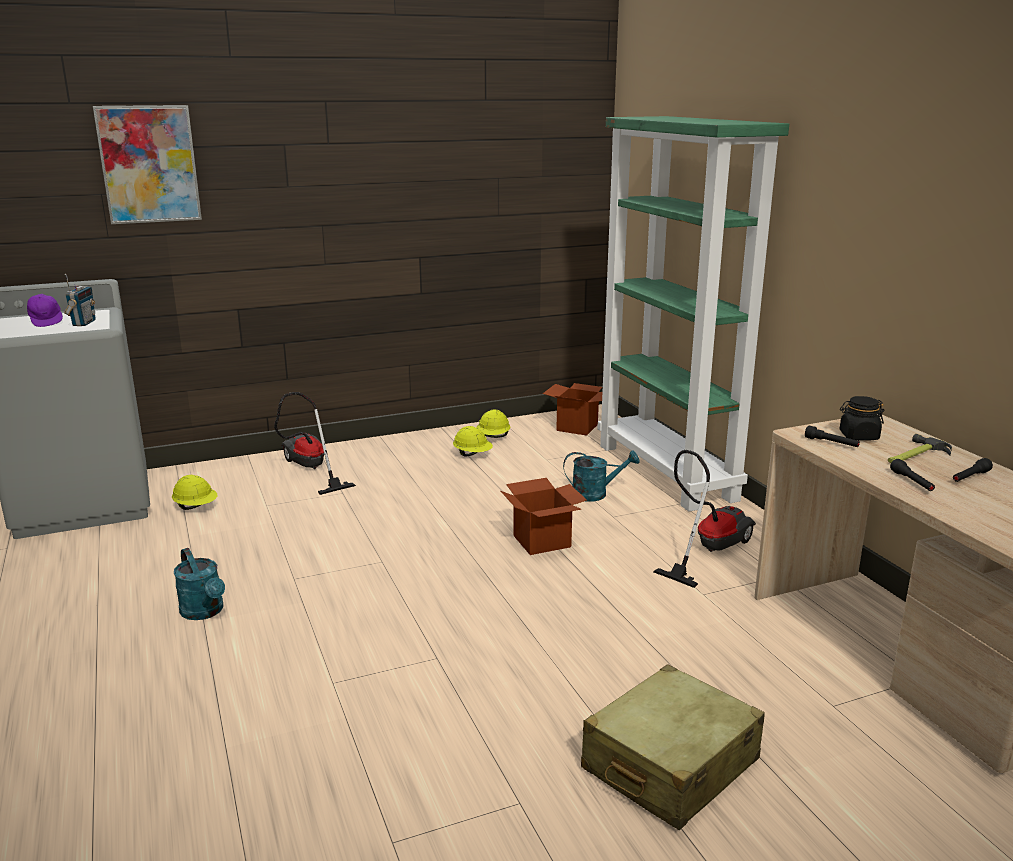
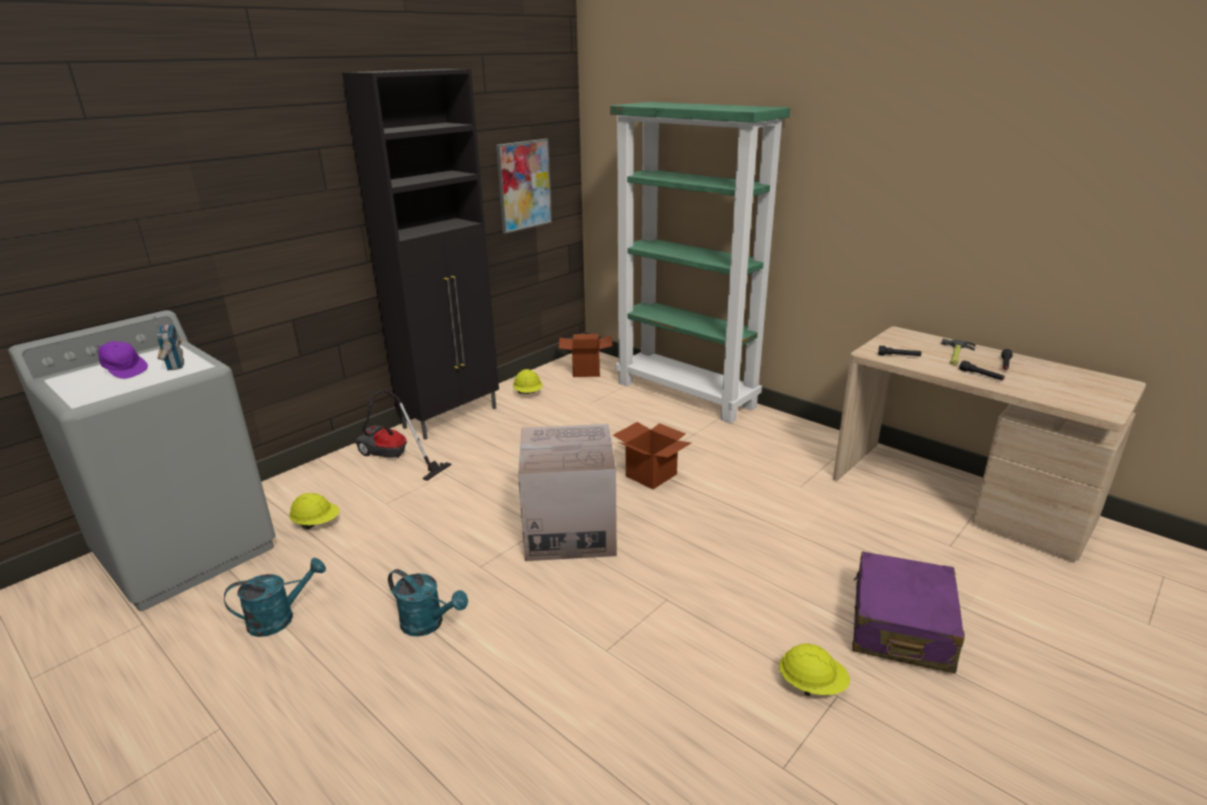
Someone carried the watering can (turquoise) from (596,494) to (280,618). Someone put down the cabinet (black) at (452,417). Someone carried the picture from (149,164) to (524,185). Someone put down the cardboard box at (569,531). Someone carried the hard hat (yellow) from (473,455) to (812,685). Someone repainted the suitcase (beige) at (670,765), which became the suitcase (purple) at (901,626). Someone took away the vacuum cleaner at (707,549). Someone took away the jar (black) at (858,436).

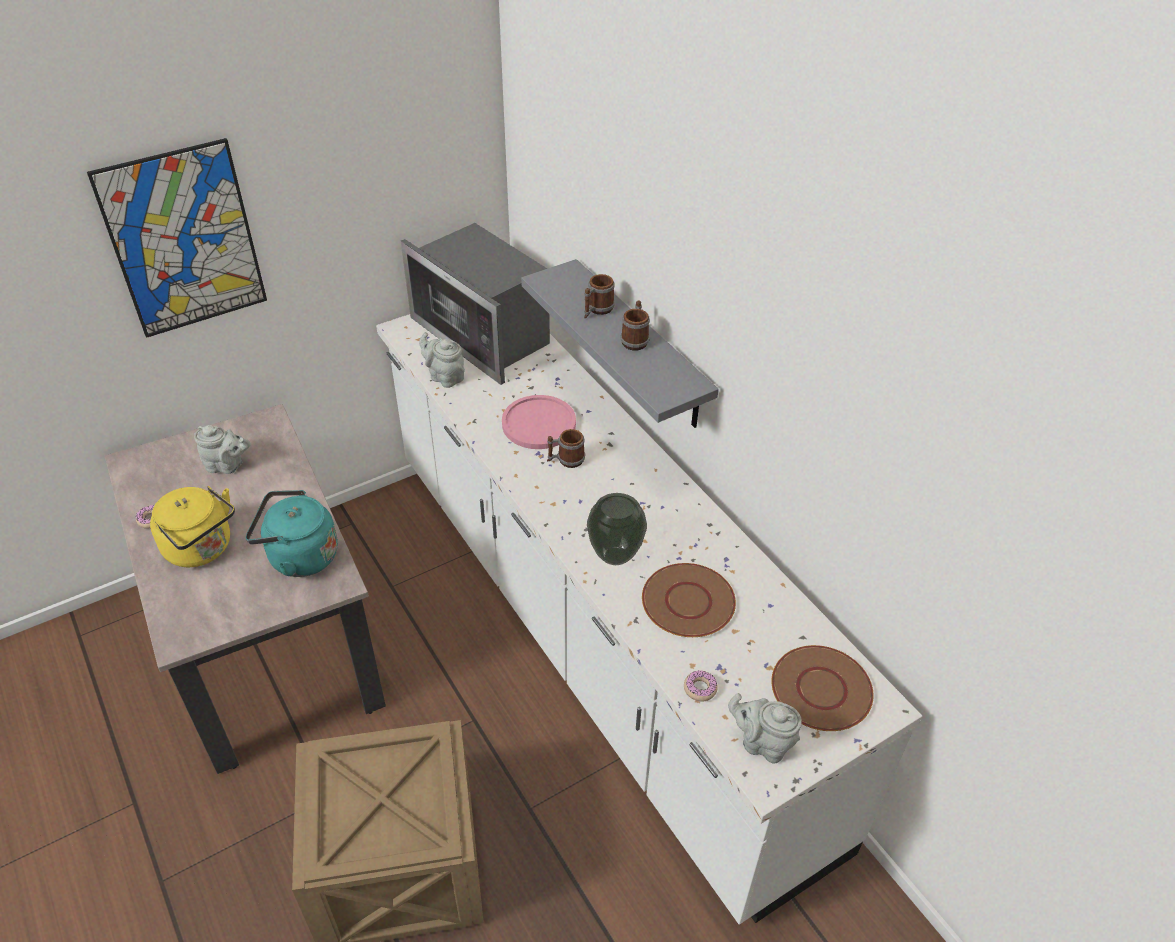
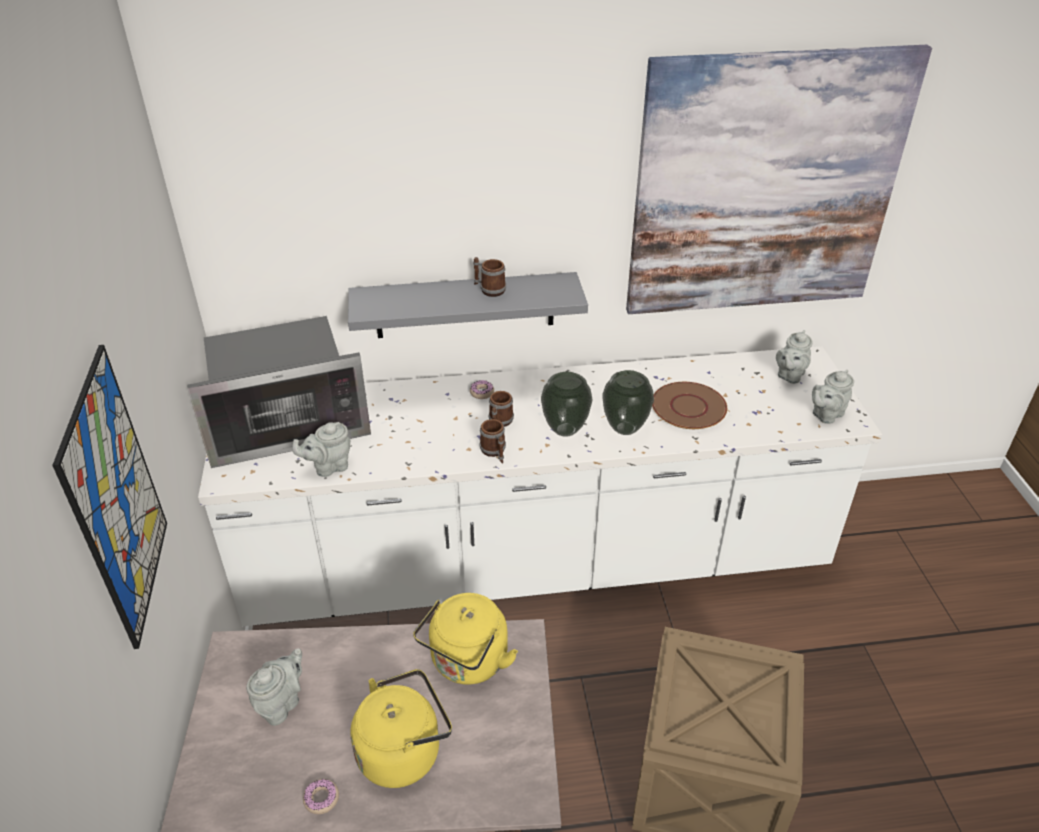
Someone repainted the kettle (turquoise) at (299,556), which became the kettle (yellow) at (467,663). Someone carried the donut from (700,688) to (482,393). Someone carried the mug from (597,310) to (495,452). Someone put down the vase at (565,430). Someone put up the picture at (764,187). Someone swapped the plate (brown) at (822,689) for the teapot (grey) at (789,375). Someone took away the plate (pink) at (539,423).

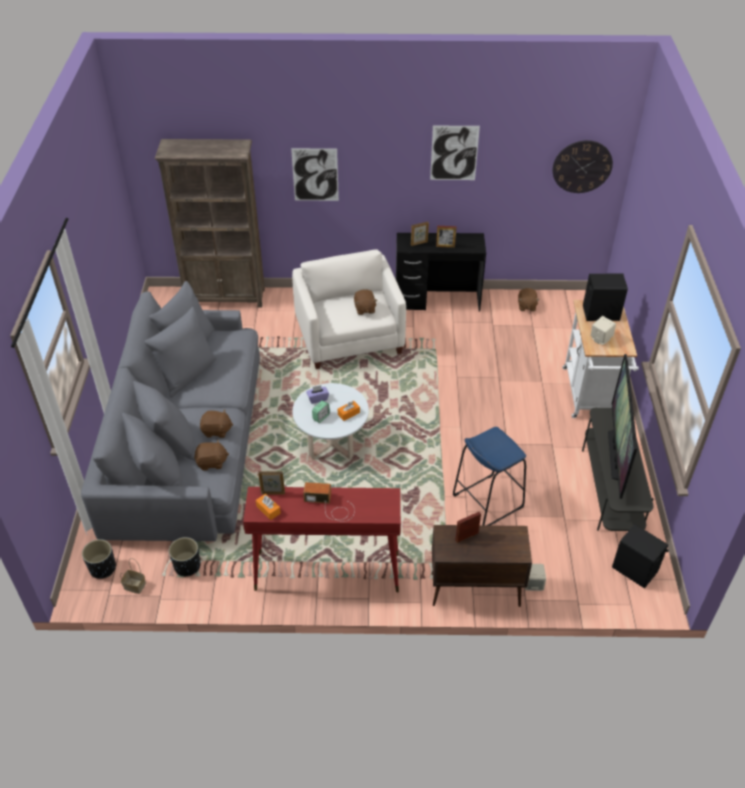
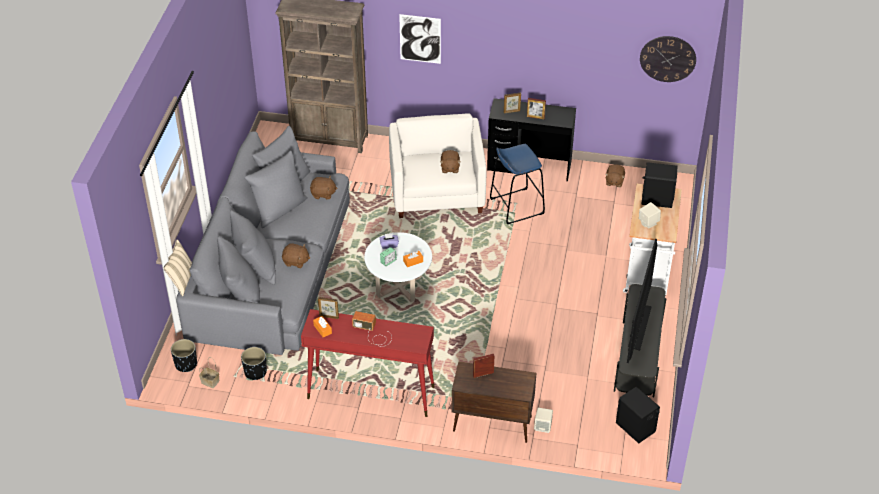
Someone put down the pillow (beige) at (181,281). Someone carried the plush toy (brown) from (212,462) to (323,194). Someone carried the stool (blue) from (487,501) to (516,206). Someone took away the picture at (454,153).

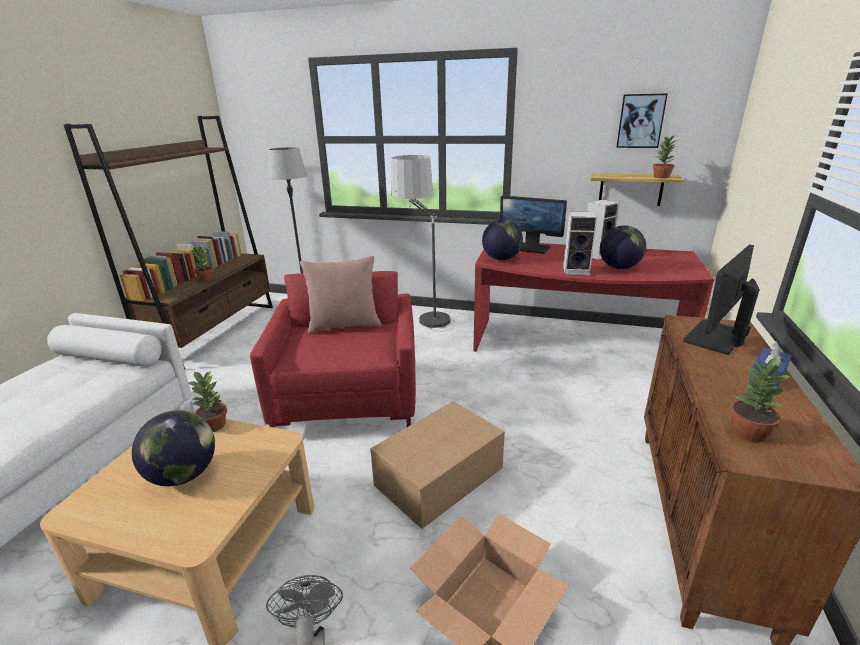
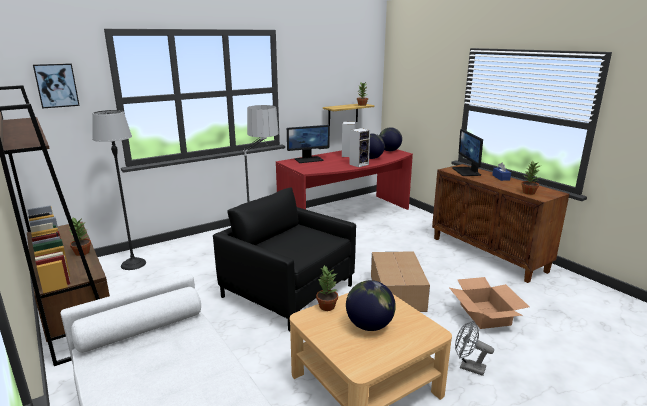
Someone carried the picture from (640,121) to (56,85). Someone repainted the armchair (red) at (348,399), which became the armchair (black) at (288,291). Someone carried the globe from (501,259) to (389,150). Someone took away the pillow (pink) at (344,325).

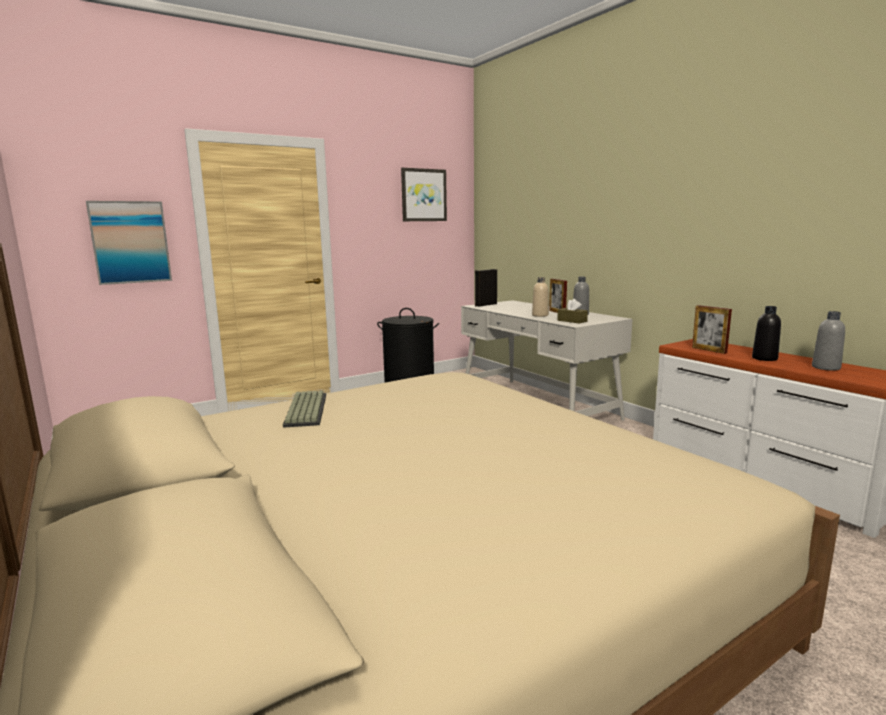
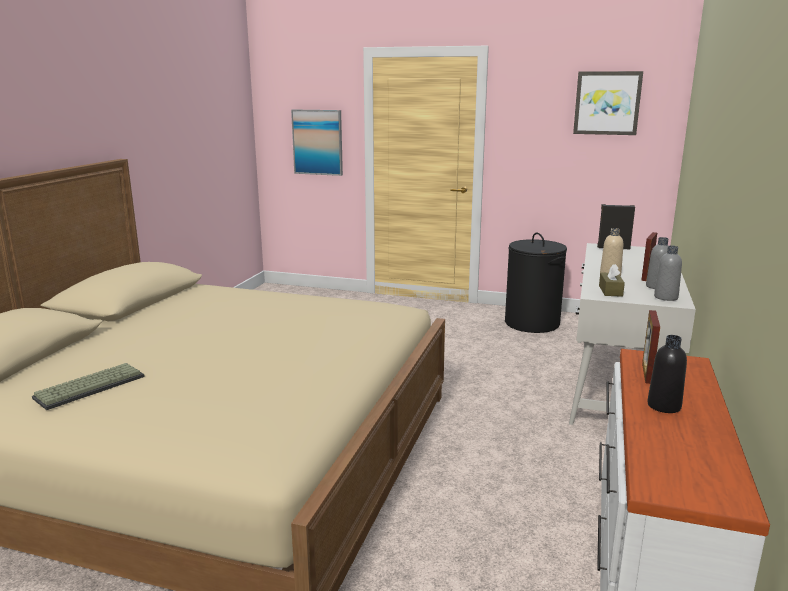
Someone carried the keyboard from (304,410) to (90,386). Someone carried the bottle (grey) from (826,367) to (666,297).

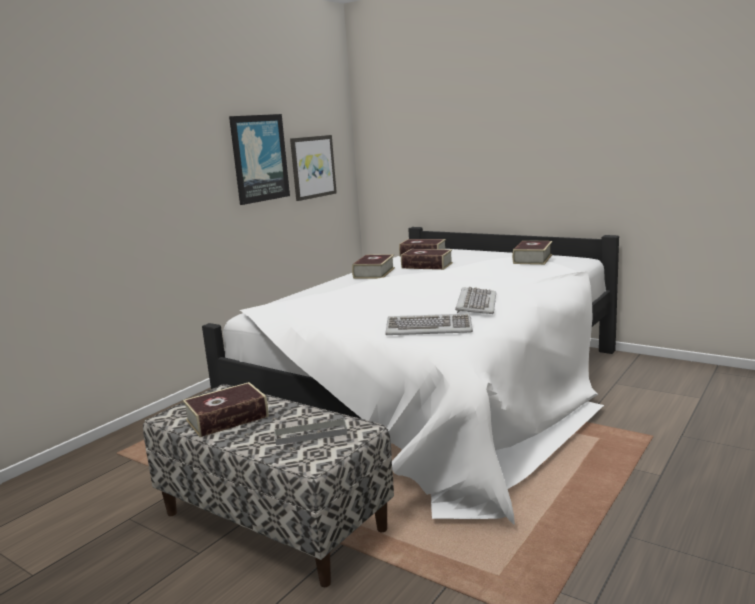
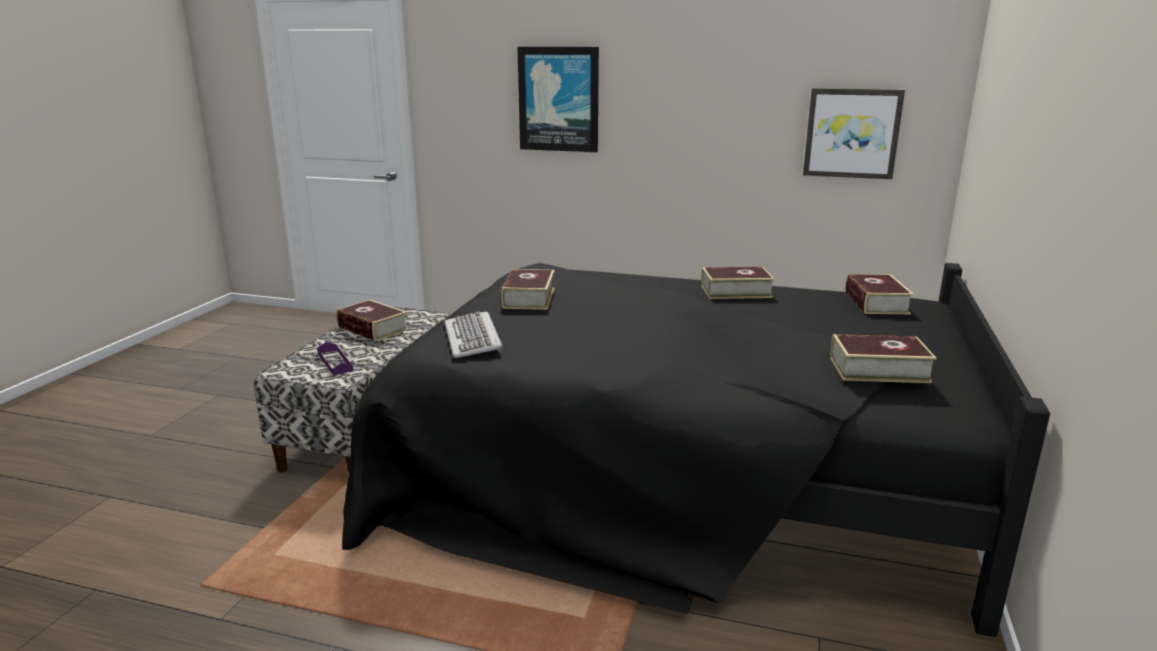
Someone repainted the tray (grey) at (310,434), which became the tray (purple) at (335,362). Someone repainted the bed (white) at (440,392), which became the bed (black) at (678,471). Someone carried the book from (427,265) to (529,298). Someone carried the picture from (259,158) to (558,99). Someone took away the keyboard at (475,304).

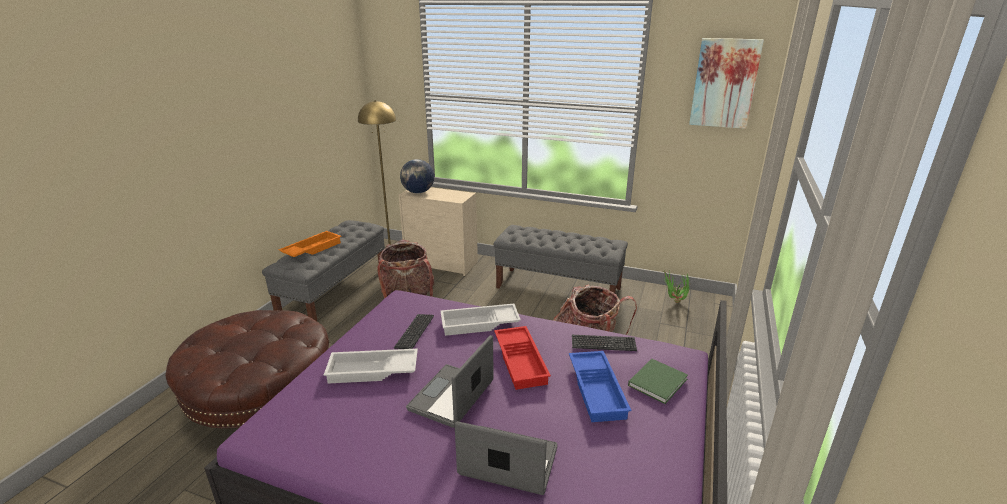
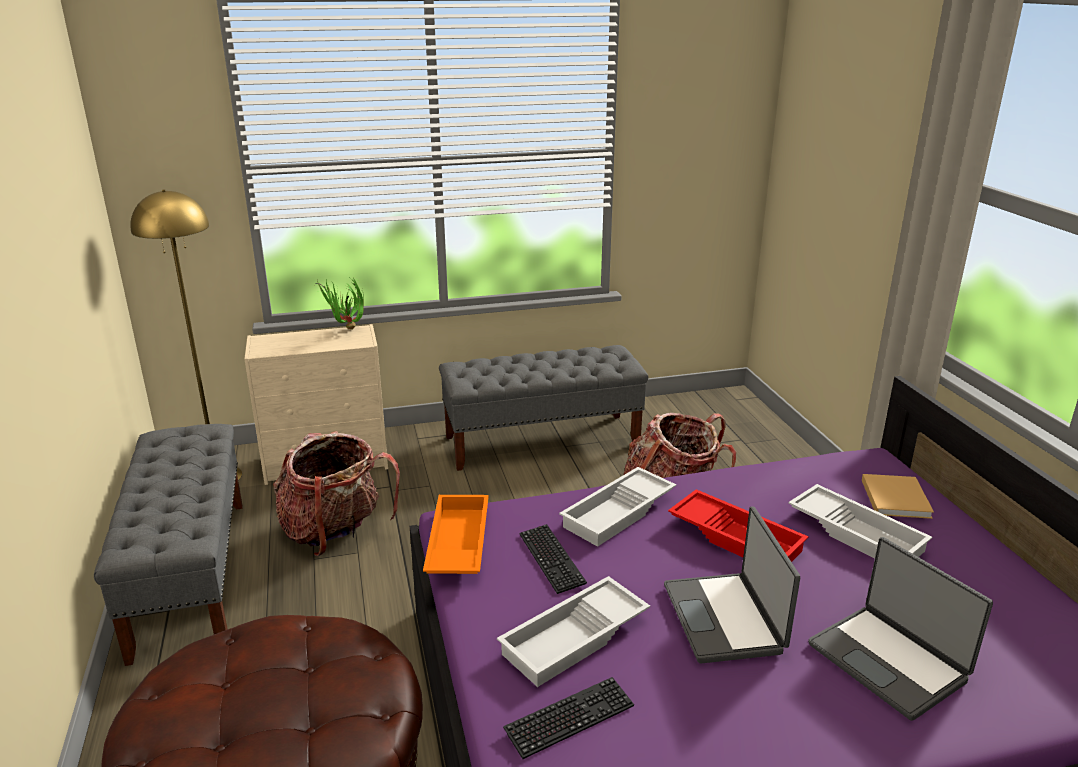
Someone carried the potted plant from (673,303) to (346,331). Someone carried the tray (orange) from (311,249) to (456,543). Someone carried the keyboard from (603,344) to (569,719). Someone repainted the tray (blue) at (598,390), which became the tray (white) at (857,533). Someone rotated the laptop at (508,463) by 105 degrees counterclockwise. Someone repainted the book (green) at (658,381), which became the book (beige) at (895,497). Someone took away the globe at (418,192). Someone took away the picture at (724,83).

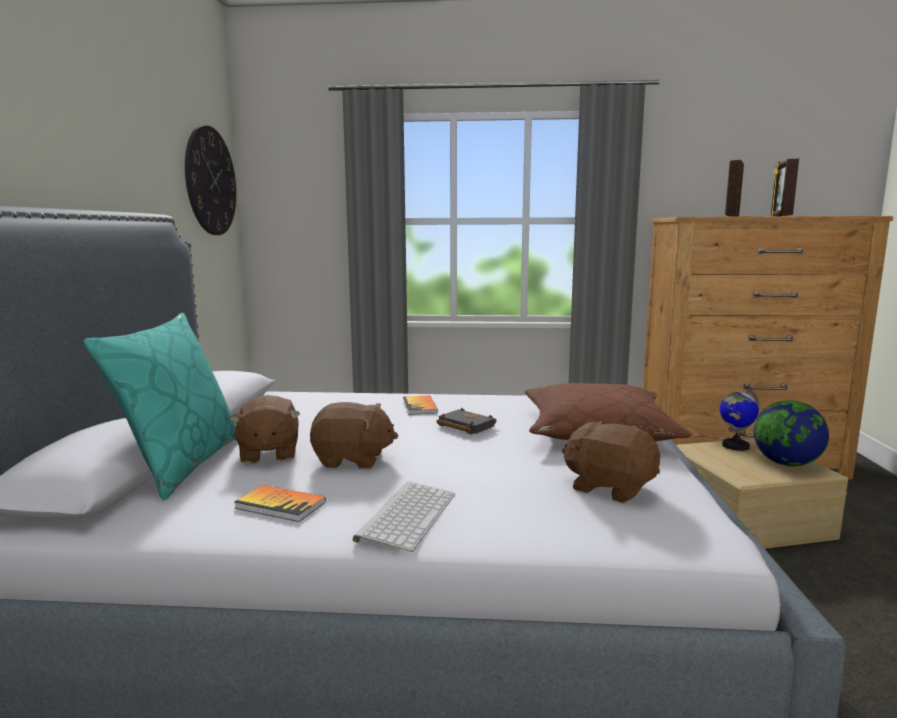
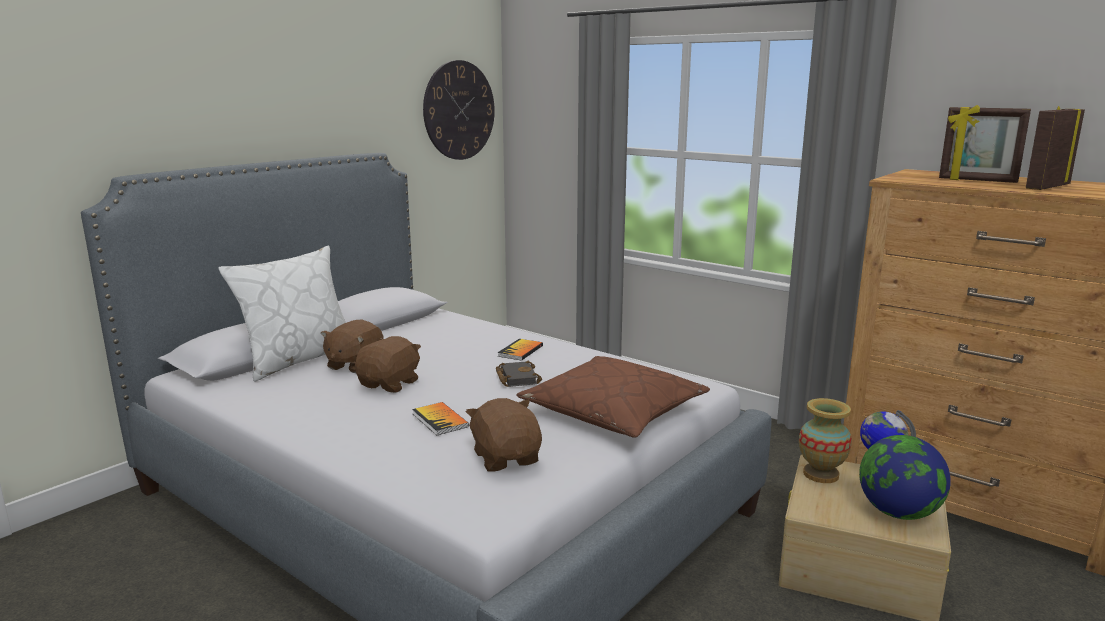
Someone repainted the pillow (turquoise) at (181,464), which became the pillow (white) at (298,359). Someone rotated the plush toy (brown) at (353,460) by 105 degrees counterclockwise. Someone carried the book from (280,505) to (440,420). Someone put down the vase at (820,474). Someone rotated the picture frame at (731,216) by 120 degrees counterclockwise. Someone took away the keyboard at (406,515).

